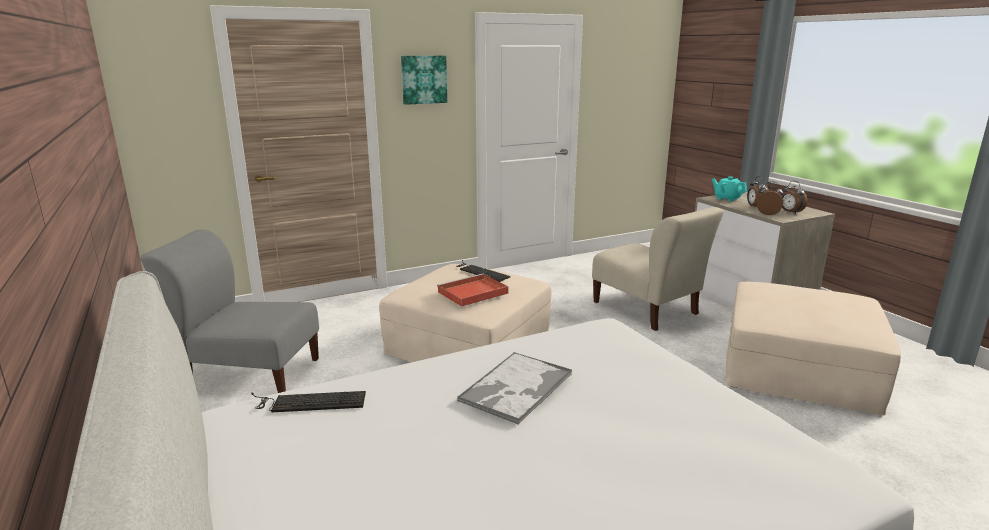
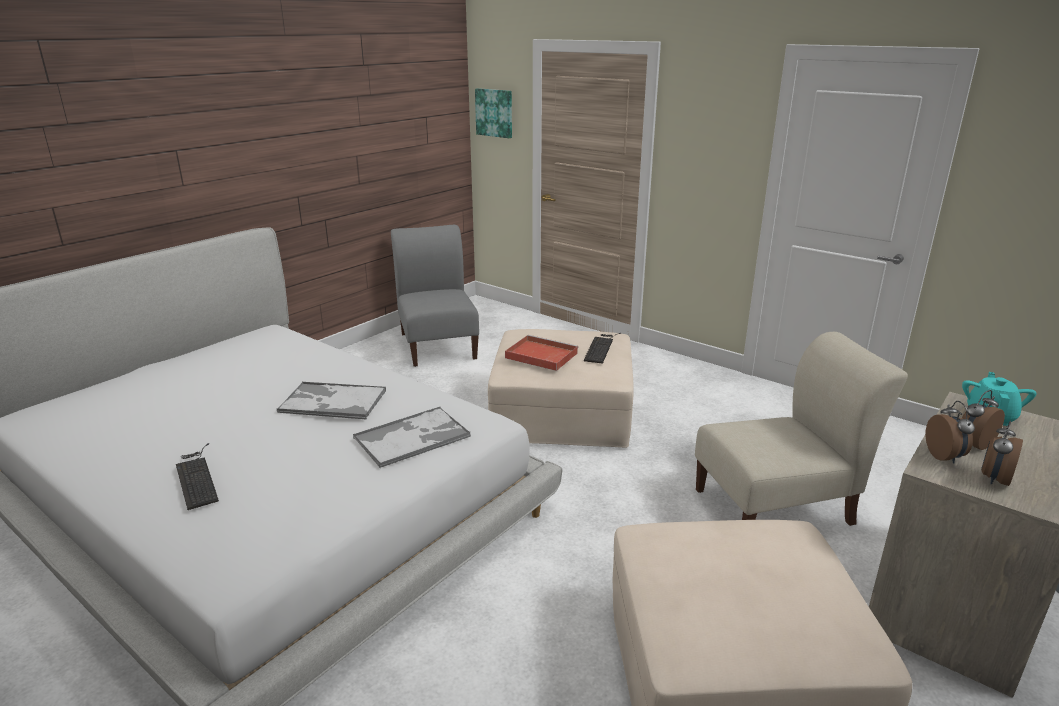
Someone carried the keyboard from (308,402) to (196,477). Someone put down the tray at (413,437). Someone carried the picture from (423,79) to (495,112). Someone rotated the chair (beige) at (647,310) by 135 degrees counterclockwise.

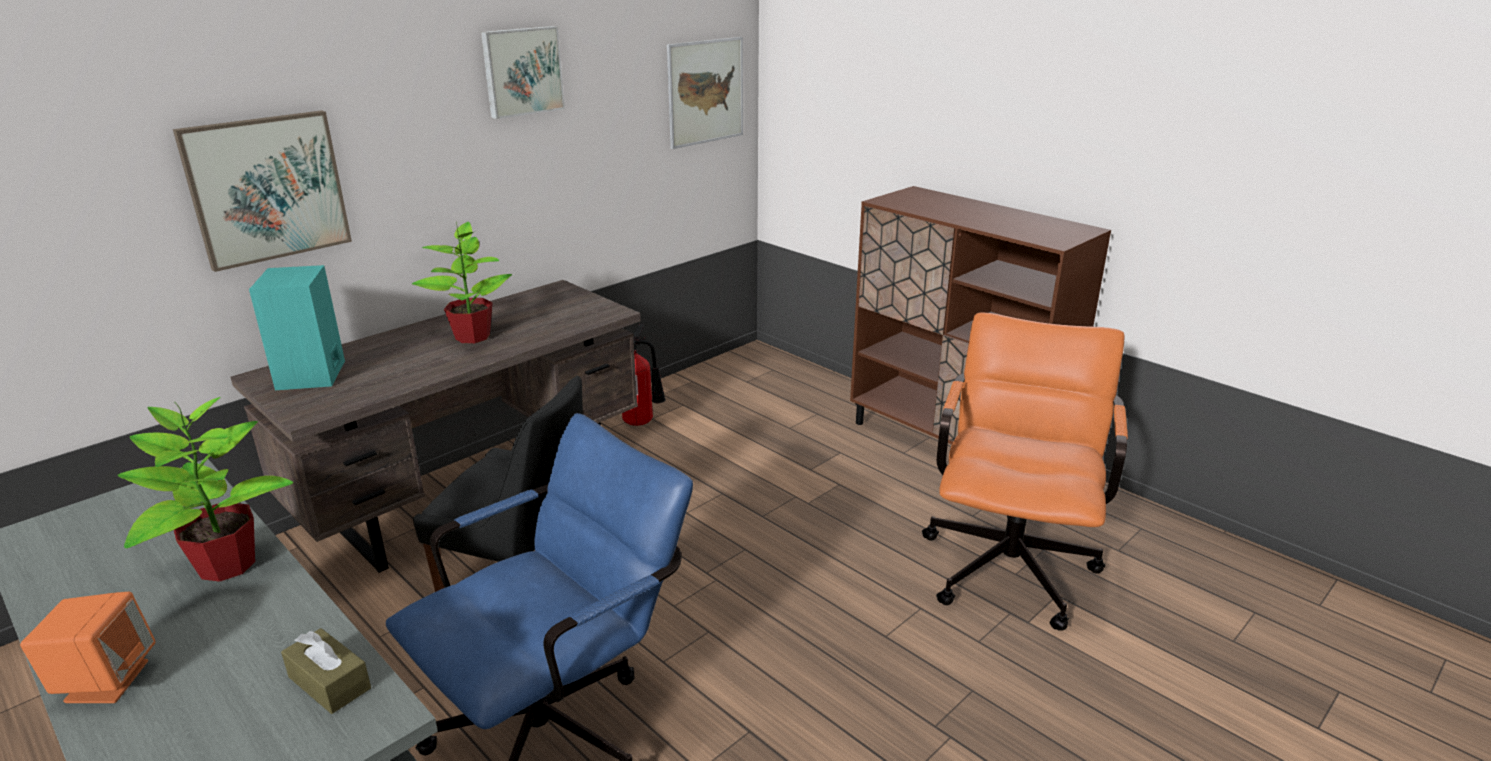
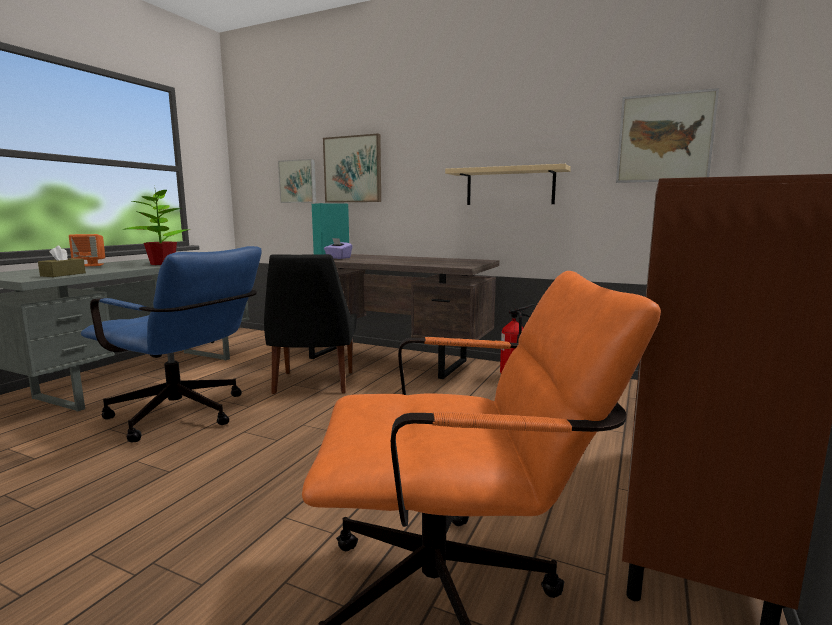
Someone carried the picture from (521,71) to (298,181). Someone put down the tissue box (purple) at (338,258). Someone put up the shelf (beige) at (510,186). Someone took away the potted plant at (472,336).

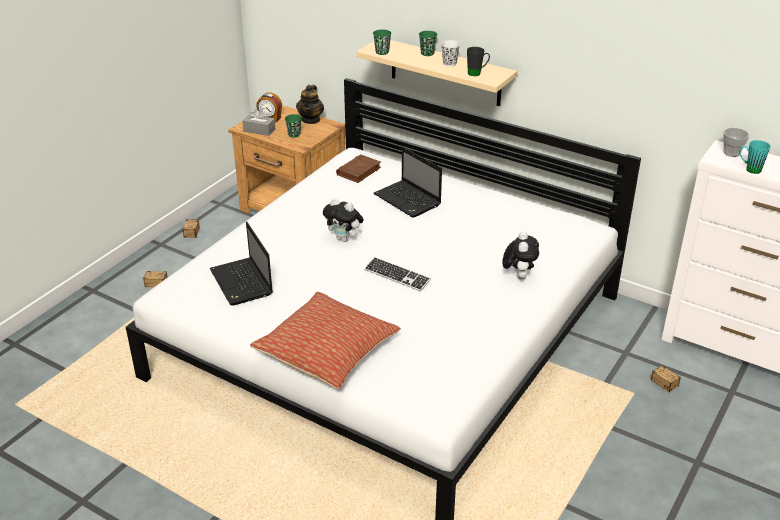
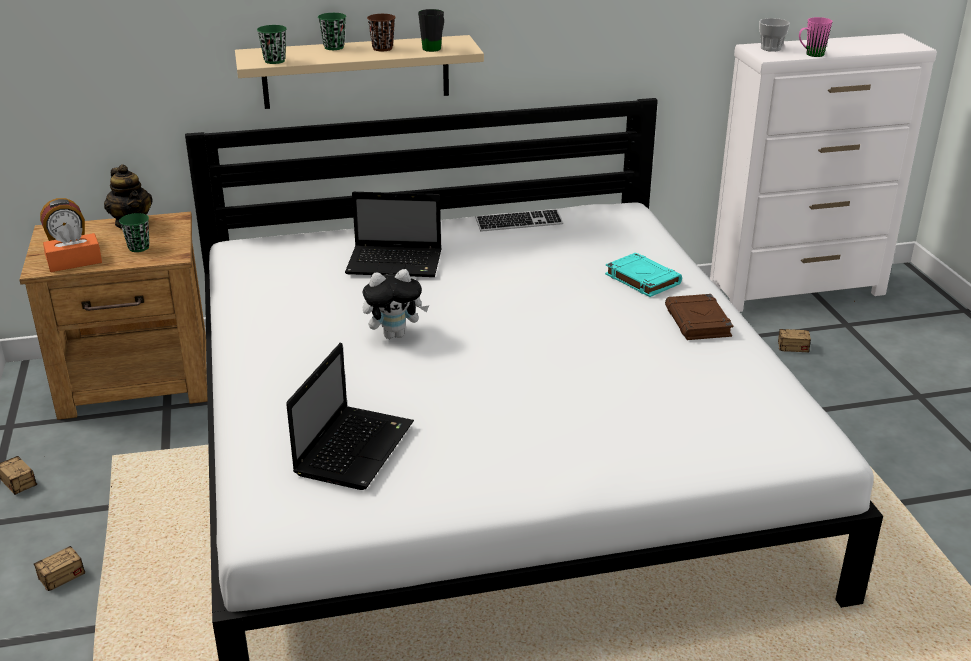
Someone repainted the tissue box (grey) at (259,130), which became the tissue box (orange) at (74,262). Someone rotated the laptop at (242,283) by 90 degrees counterclockwise. Someone repainted the cup (white) at (449,63), which became the cup (brown) at (382,48). Someone carried the keyboard from (397,275) to (519,223). Someone swapped the plush toy at (518,275) for the book (turquoise) at (641,279). Someone carried the book (brown) from (358,171) to (698,322). Someone repainted the mug (turquoise) at (749,169), which became the mug (pink) at (810,55). Someone took away the pillow at (327,352).

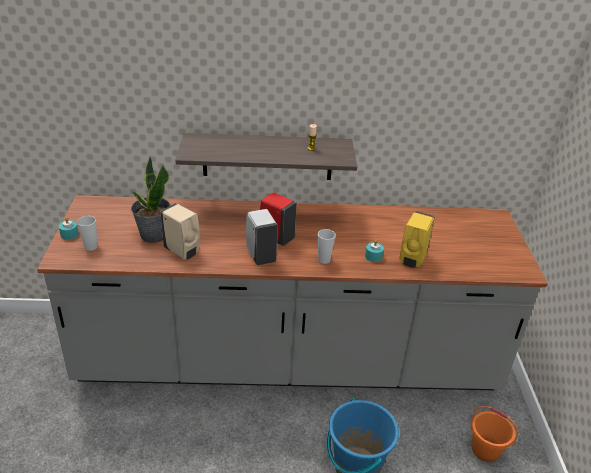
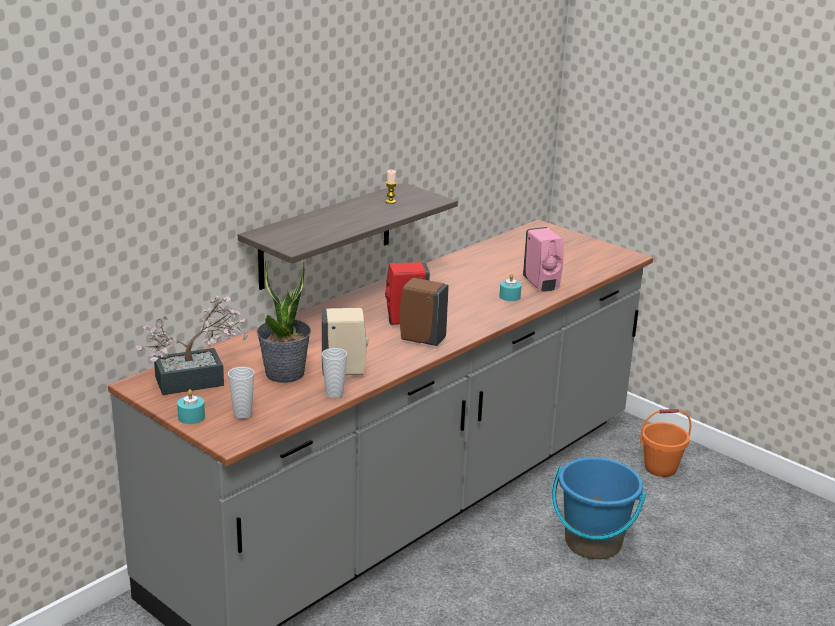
Someone put down the potted plant at (198,380). Someone carried the cup from (324,260) to (334,394). Someone repainted the soap dispenser (white) at (260,256), which became the soap dispenser (brown) at (421,340). Someone repainted the soap dispenser (yellow) at (412,259), which became the soap dispenser (pink) at (541,285).

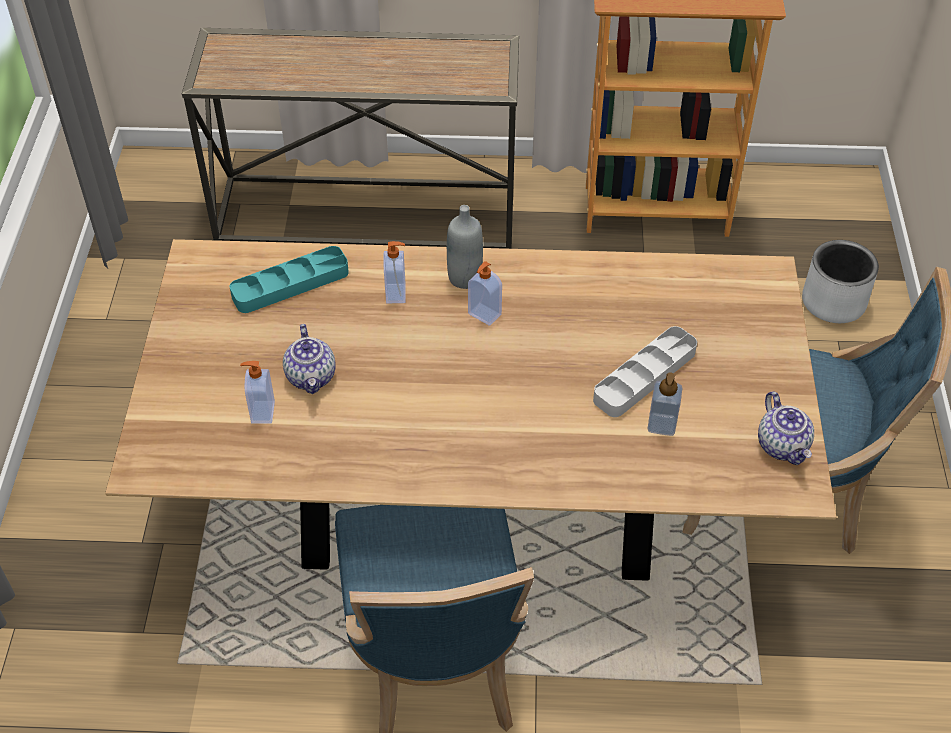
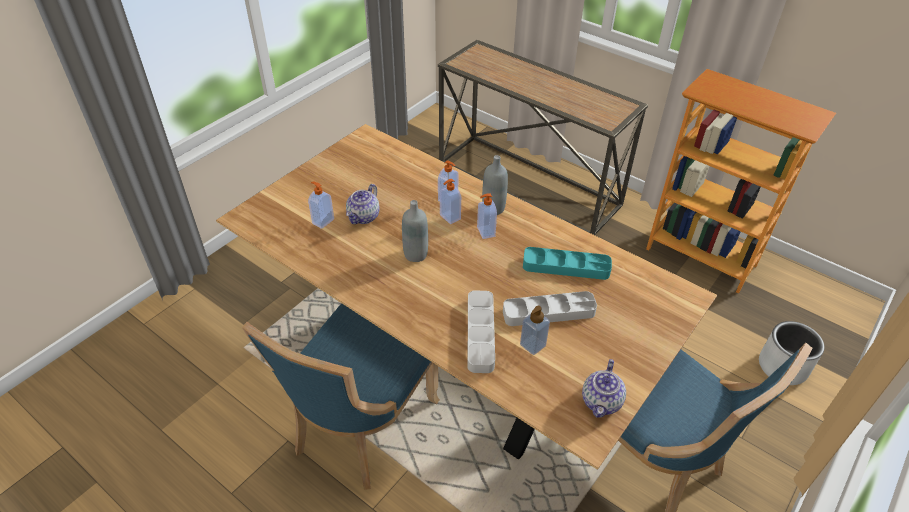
Someone put down the bottle (grey) at (415,254). Someone put down the soap dispenser at (449,217). Someone put down the tray (grey) at (480,334). Someone carried the tray (turquoise) from (290,284) to (566,267).

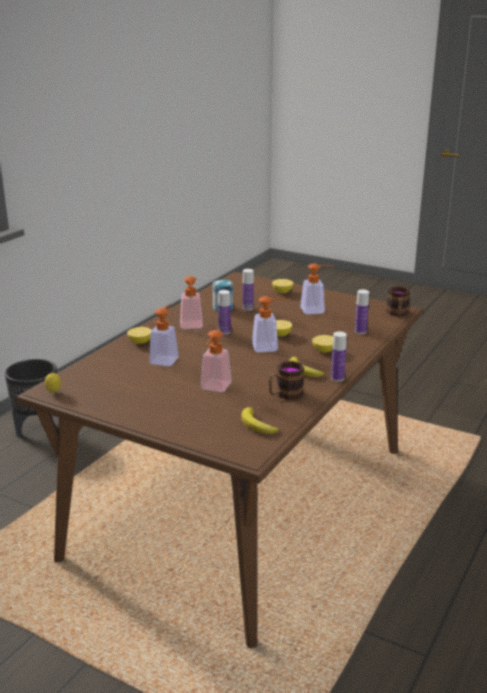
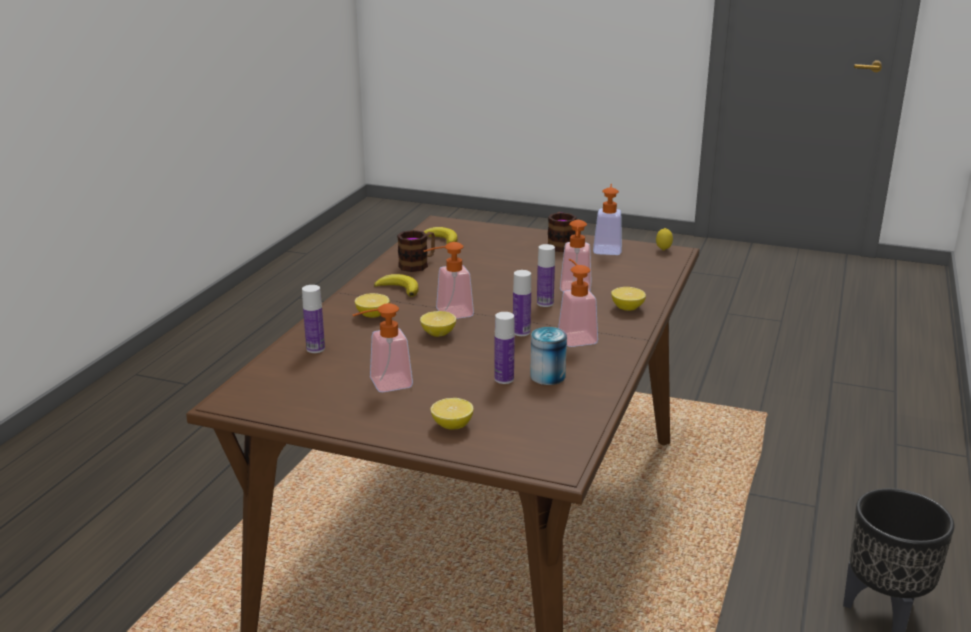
Someone carried the bottle from (337,378) to (545,303). Someone carried the mug from (397,314) to (560,244). Someone carried the soap dispenser from (214,388) to (607,248).

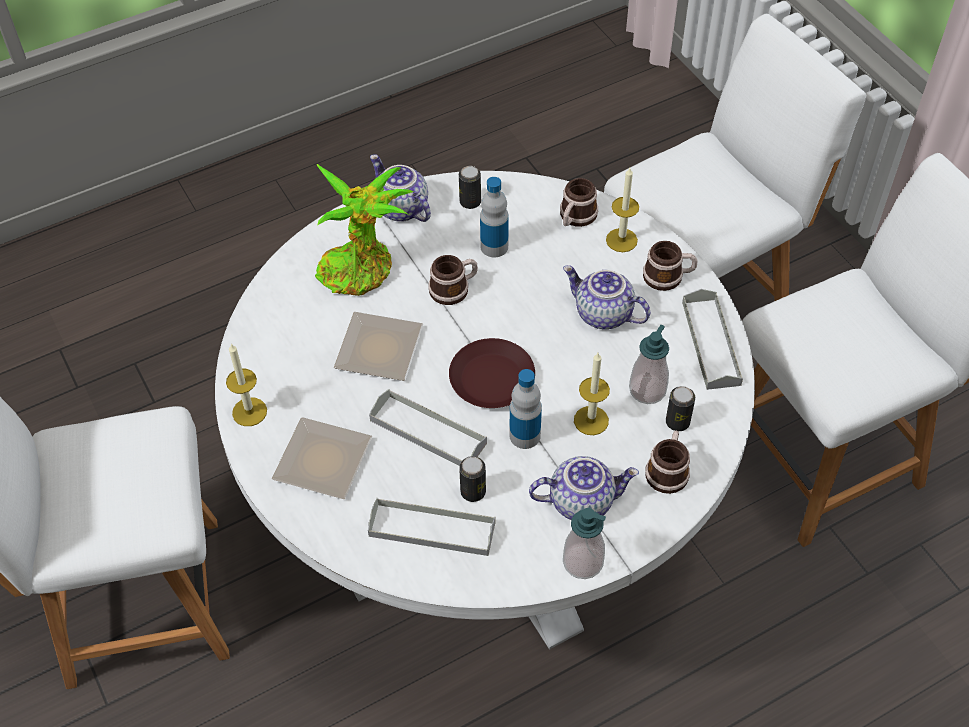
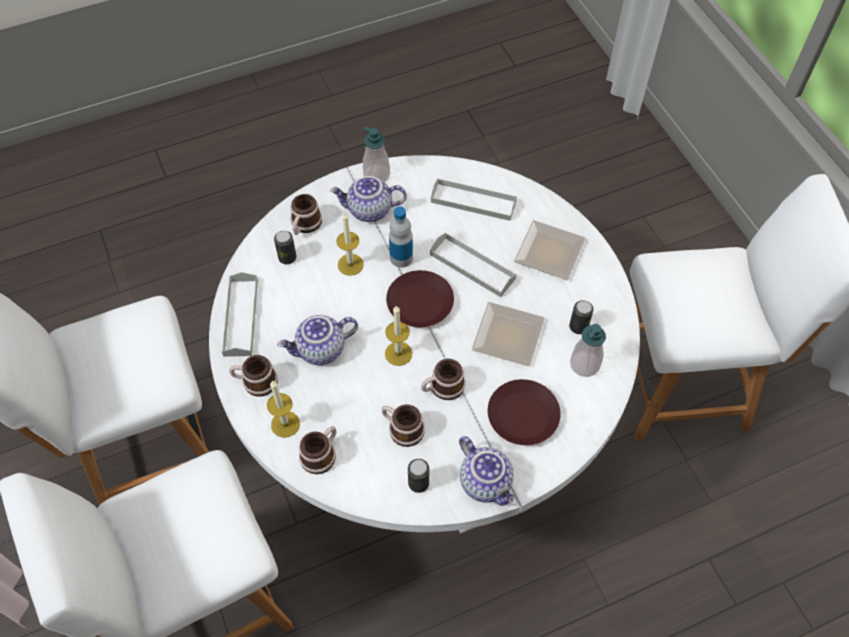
Someone rotated the teapot at (602,314) by 120 degrees clockwise. Someone swapped the bottle at (494,246) for the mug at (402,428). Someone carried the candle from (249,412) to (398,353). Someone swapped the potted plant at (361,269) for the plate (brown) at (523,416). Someone carried the can from (473,492) to (578,327). Someone carried the soap dispenser from (647,390) to (584,364).

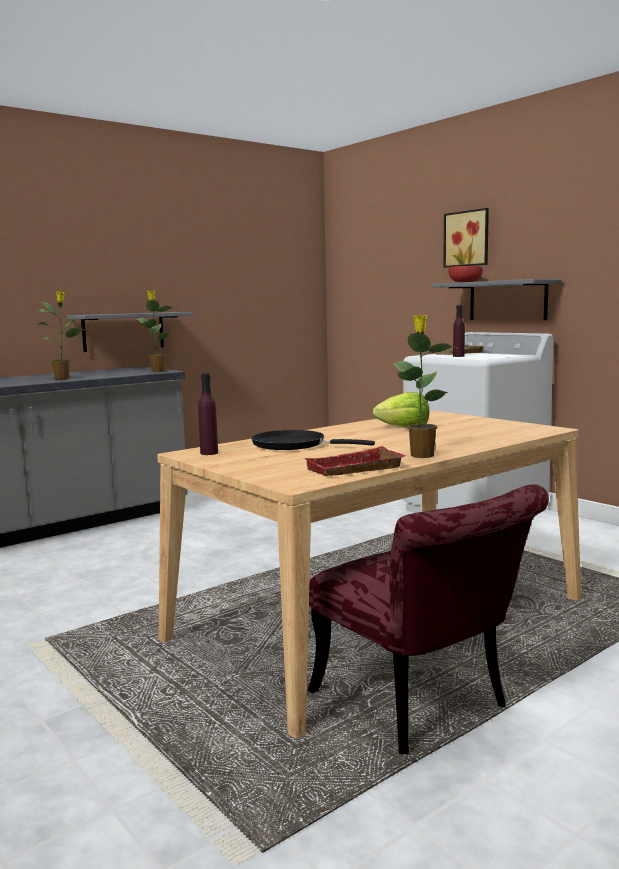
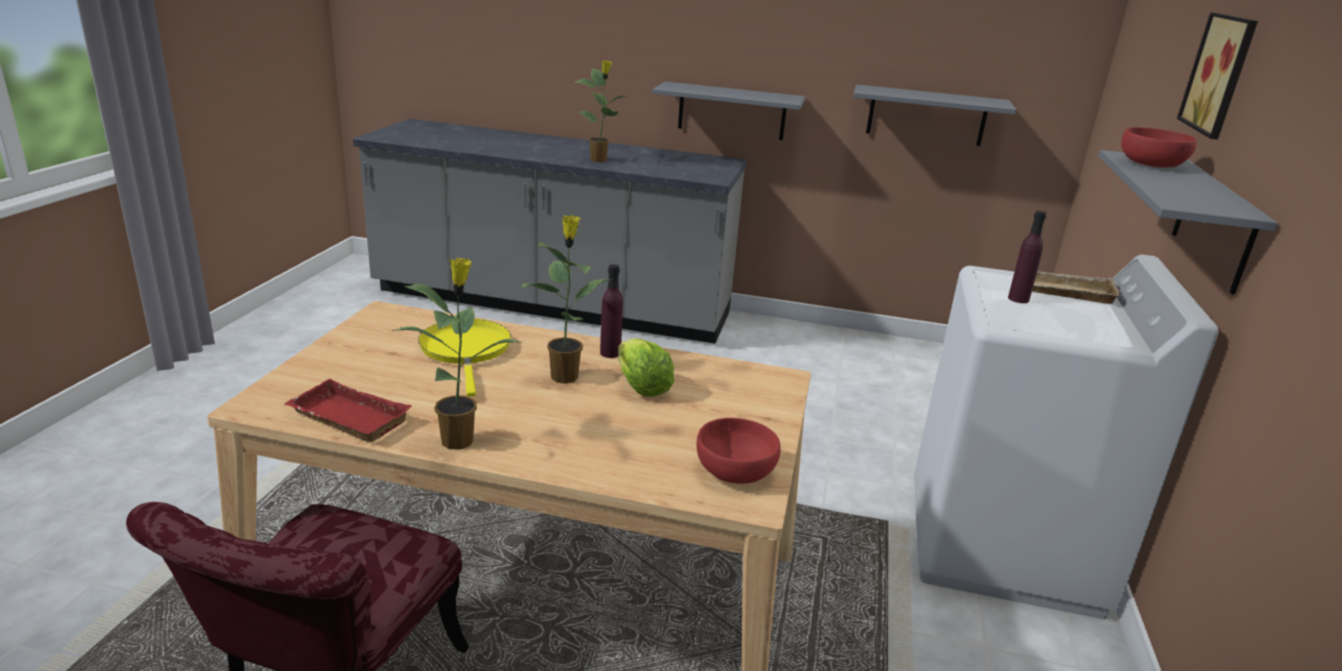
Someone repainted the frying pan (black) at (294,445), which became the frying pan (yellow) at (466,351). Someone carried the potted plant from (157,371) to (565,376). Someone carried the bottle (purple) from (209,453) to (610,353). Someone put down the bowl (red) at (735,471). Someone put up the shelf (grey) at (926,115).

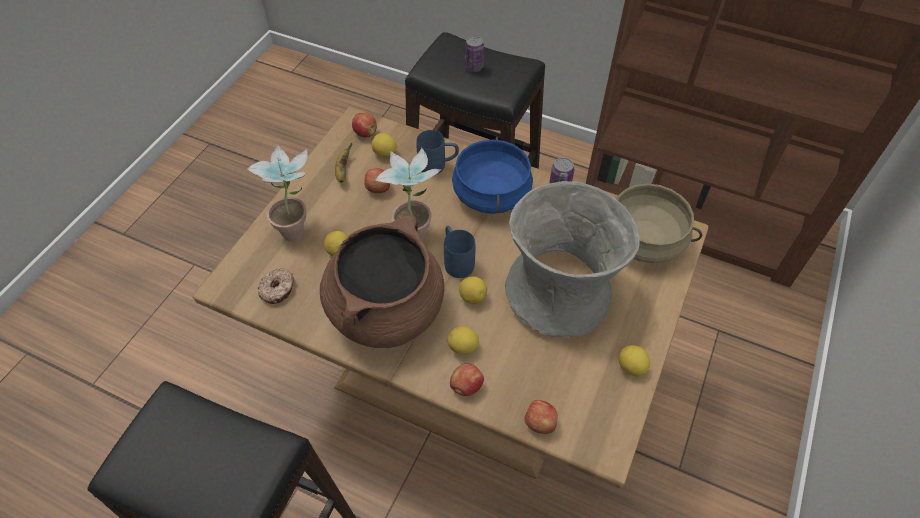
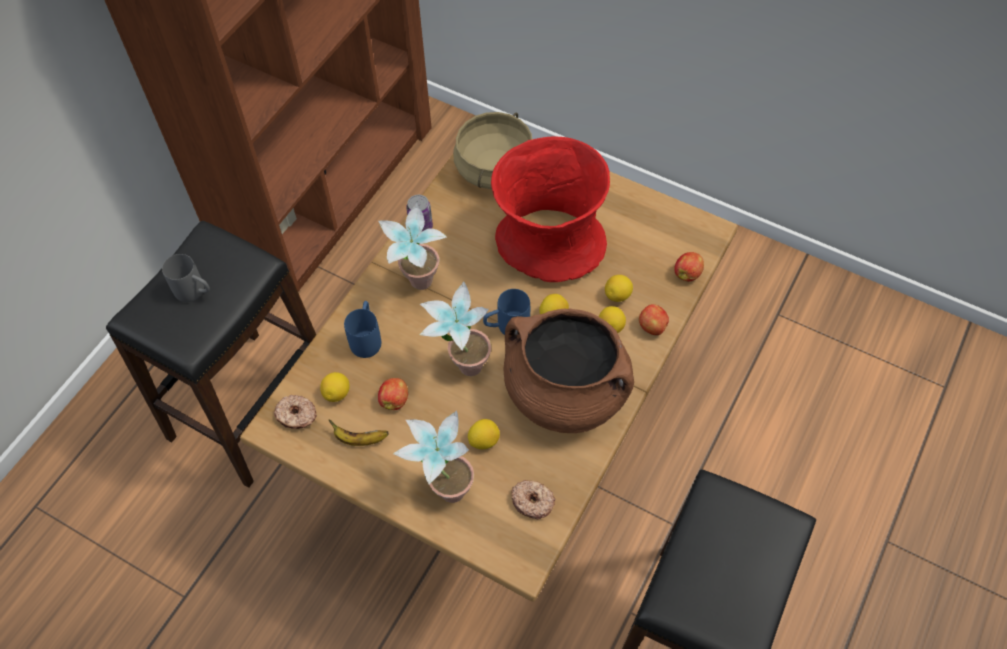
Someone swapped the can at (474,67) for the mug (grey) at (195,292). Someone swapped the apple at (365,133) for the donut at (296,416). Someone swapped the cooking pot (blue) at (492,194) for the potted plant at (418,287). Someone repainted the vase (grey) at (560,290), which became the vase (red) at (549,242). Someone carried the lemon from (631,367) to (617,295).

